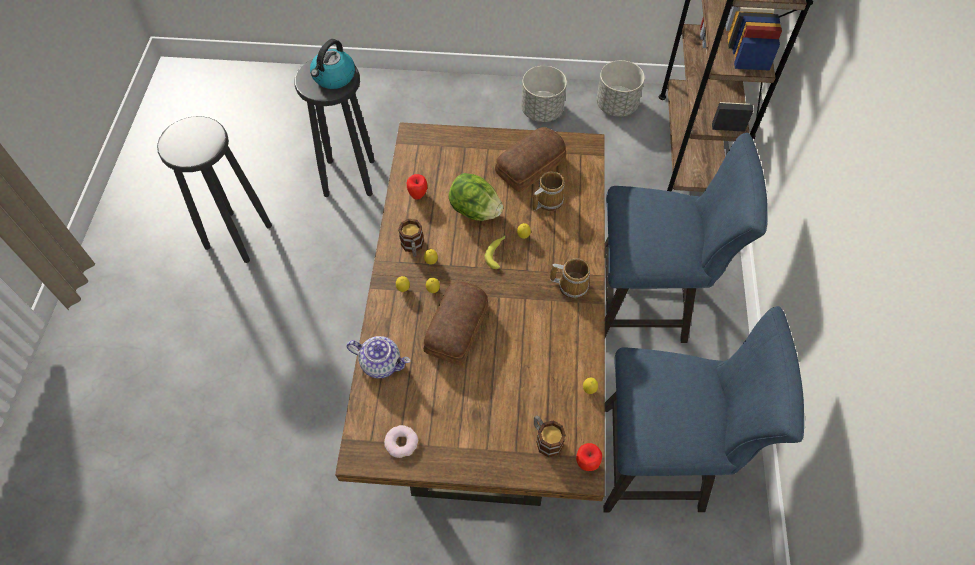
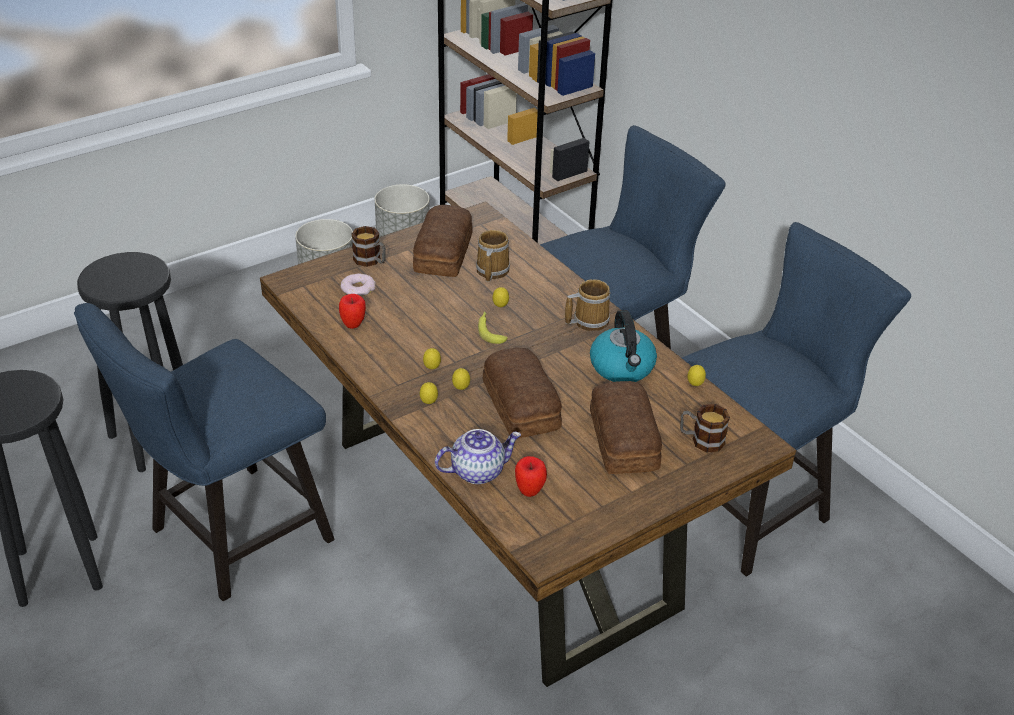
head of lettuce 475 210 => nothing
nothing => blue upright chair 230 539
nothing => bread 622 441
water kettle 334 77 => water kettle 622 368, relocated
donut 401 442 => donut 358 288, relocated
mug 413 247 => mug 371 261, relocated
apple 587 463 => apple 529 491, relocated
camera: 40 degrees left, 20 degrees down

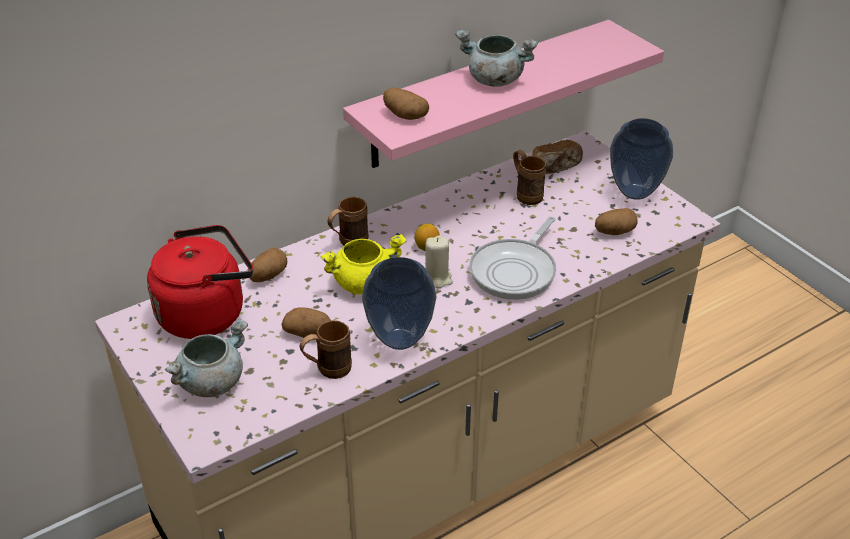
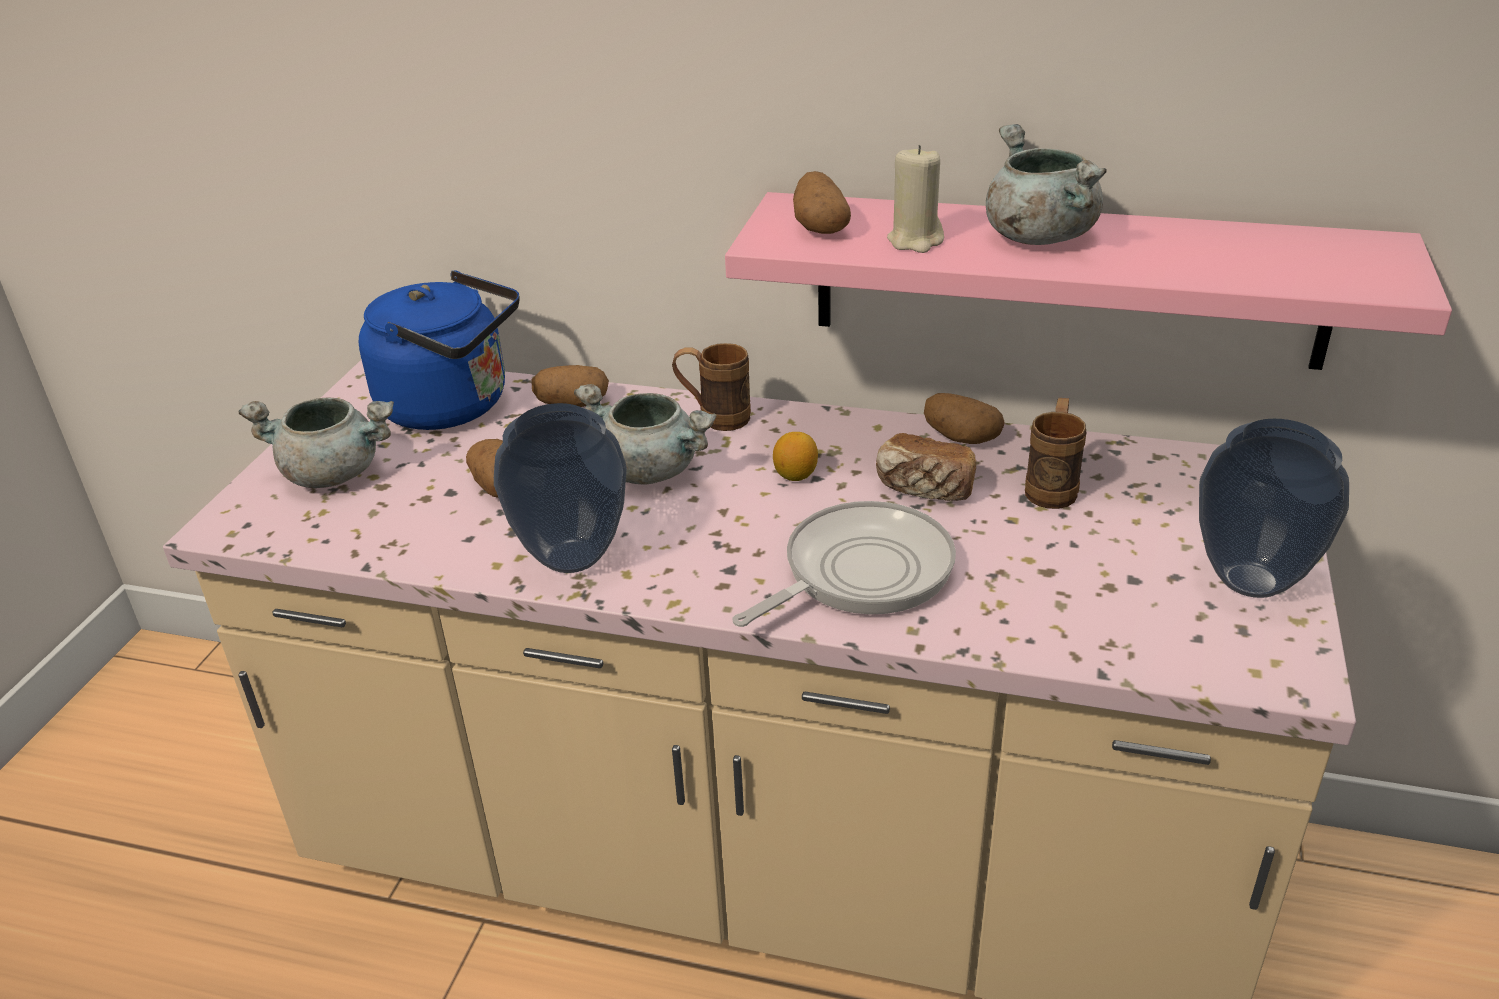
brown mug 327 370 => nothing
beige-coloured wax light 437 278 => beige-coloured wax light 915 241, relocated
bread 557 167 => bread 925 489, relocated
potato 614 232 => potato 960 438, relocated
red-coloured water kettle 206 313 => blue water kettle 453 406
yellowish stockpot 364 282 => greyish stockpot 652 470
pan 515 271 => pan 859 573, 150 degrees clockwise
camera: 50 degrees right, 5 degrees down

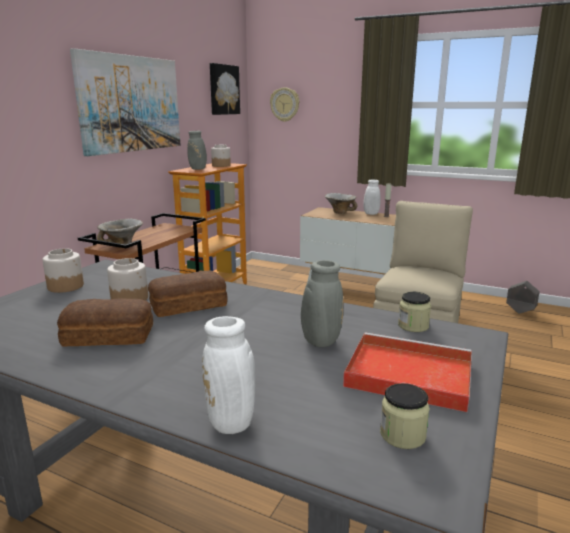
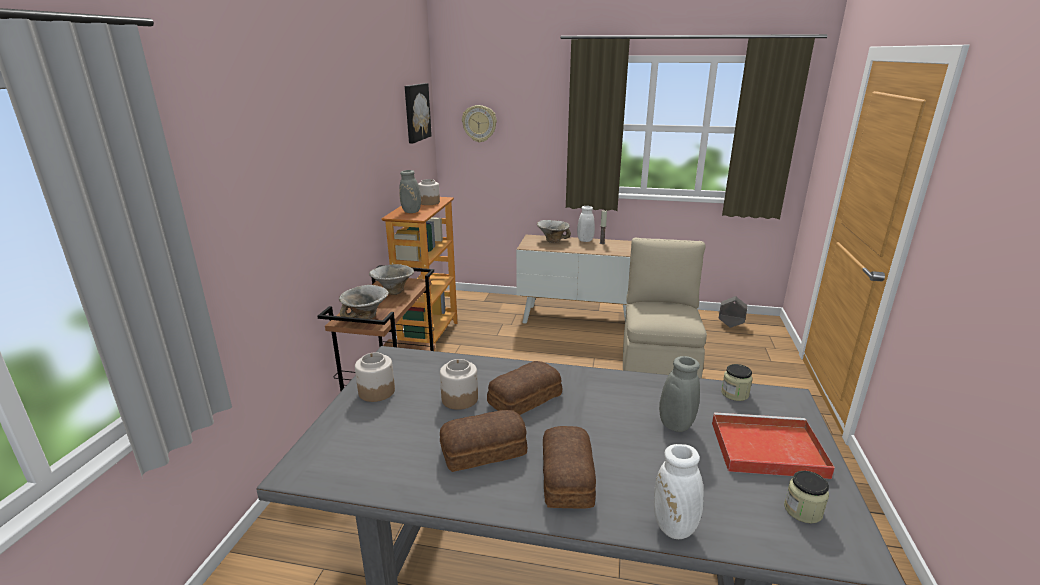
picture 131 104 => nothing
nothing => serving bowl 393 291
nothing => bread 565 478
camera: 15 degrees left, 5 degrees up

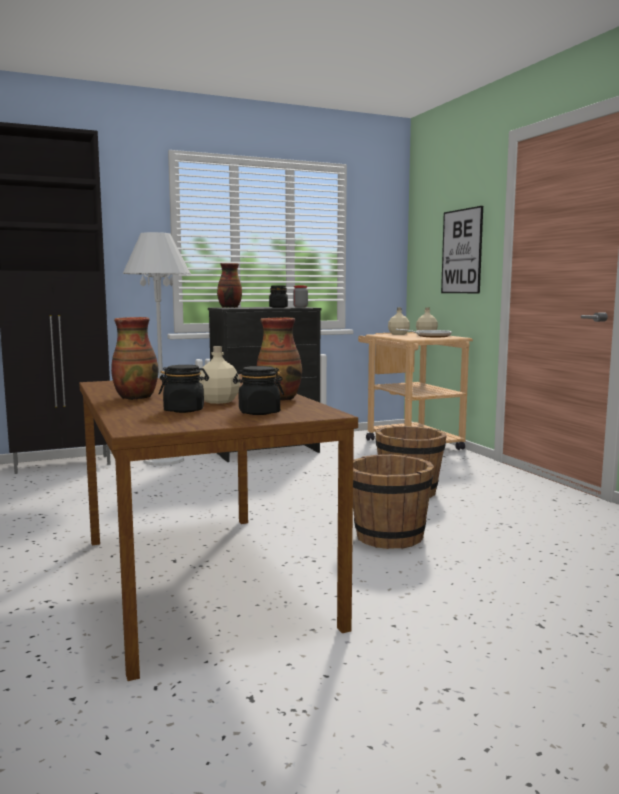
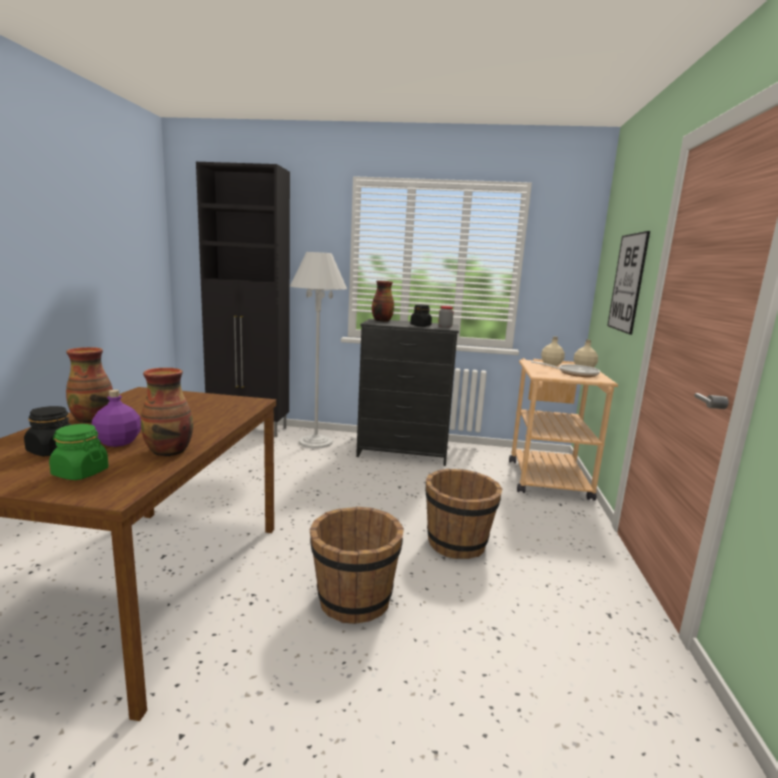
beige-coloured drink bottle 218 401 => purple drink bottle 118 442
black preserve jar 258 412 => greenish preserve jar 80 473
camera: 30 degrees right, 5 degrees up

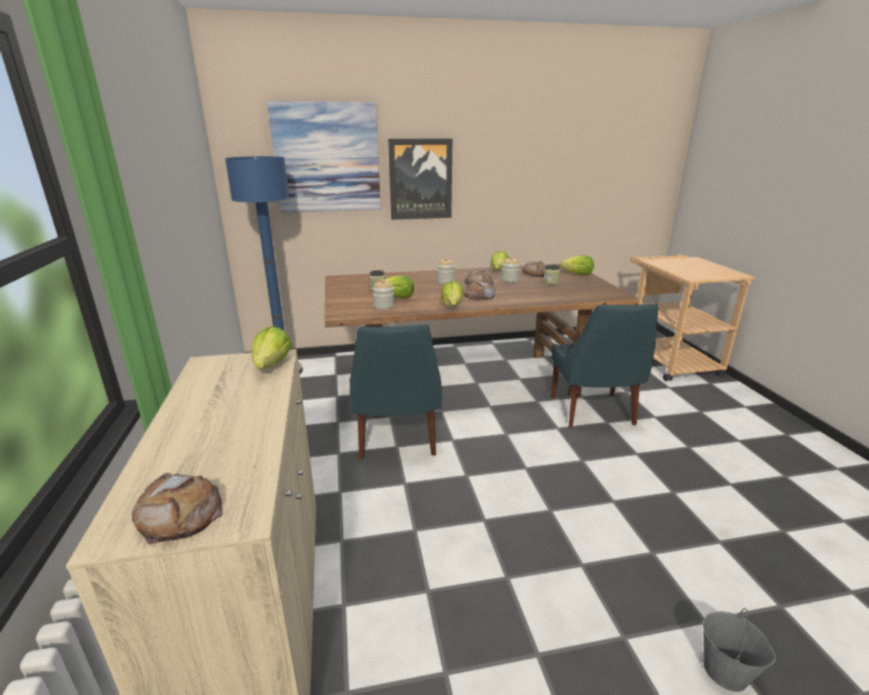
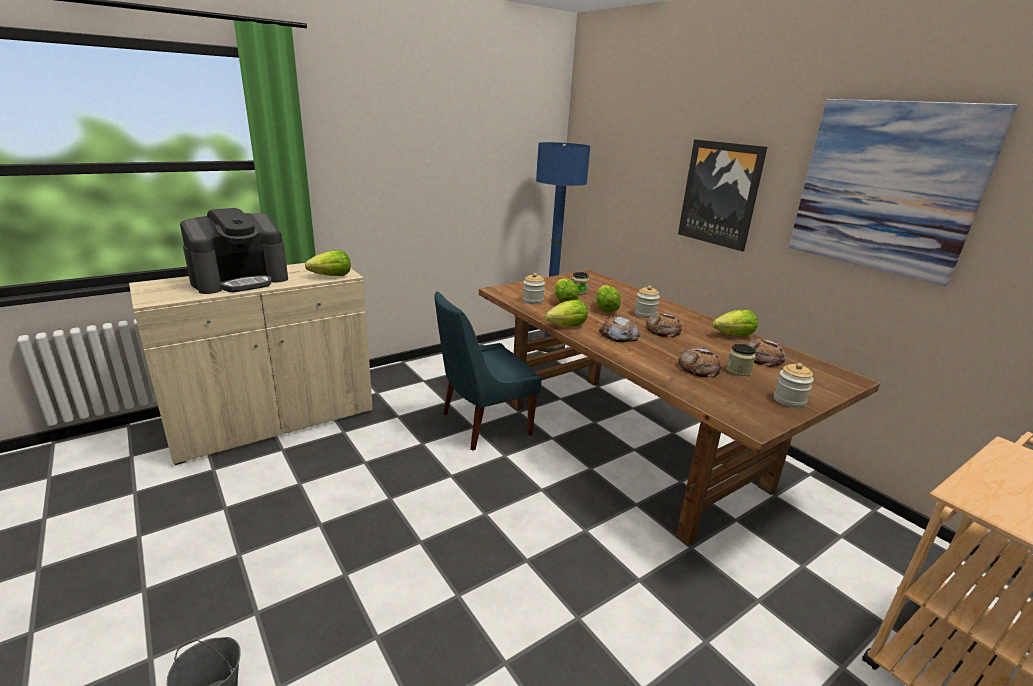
blue upright chair 593 412 => nothing
nothing => coffee brewer 240 280
bread 180 514 => bread 698 368, relocated
picture 327 158 => picture 886 187, relocated
preserve jar 509 280 => preserve jar 789 400, relocated
head of lettuce 577 274 => head of lettuce 605 309, relocated
camera: 65 degrees right, 0 degrees up

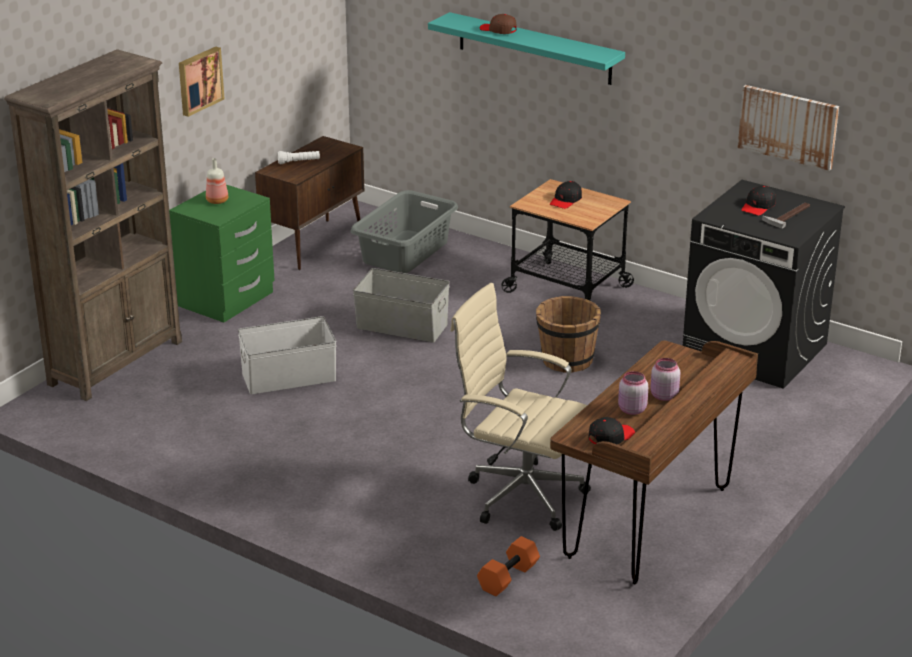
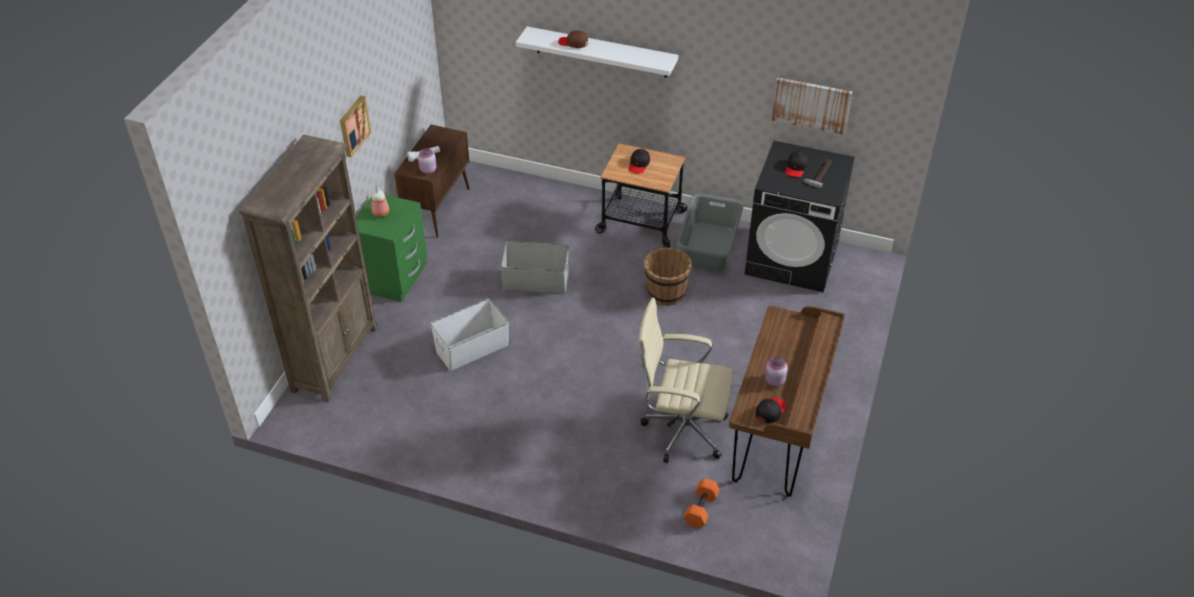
greyish hamper 406 252 => greyish hamper 709 246, relocated
pinkish preserve jar 663 396 => pinkish preserve jar 427 170, relocated
blue-green shelf 534 48 => white shelf 601 52
camera: 15 degrees left, 15 degrees up

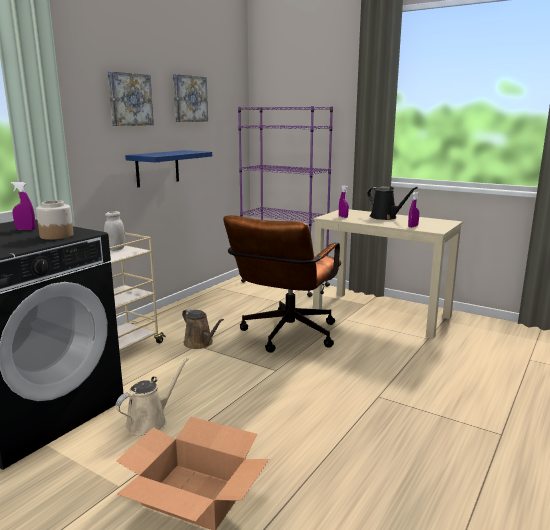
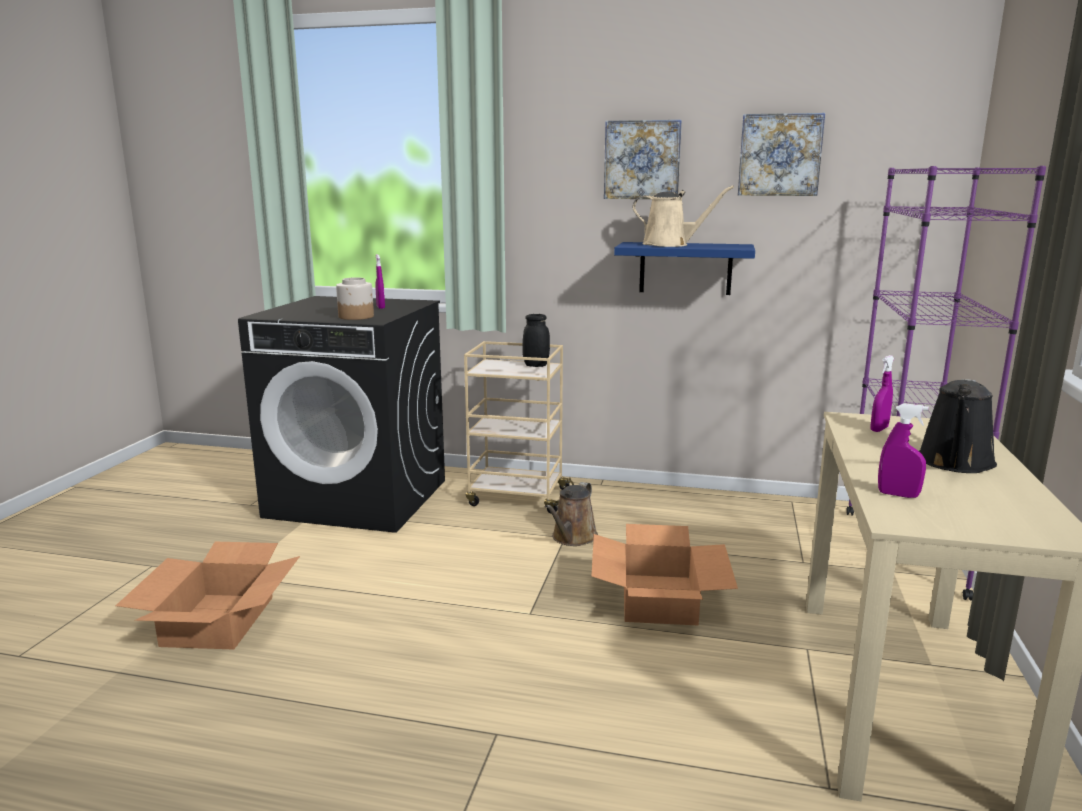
beige-coloured watering pot 150 422 => beige-coloured watering pot 670 245, relocated
brown office chair 285 336 => carton 659 599
white preserve jar 116 249 => black preserve jar 536 365
camera: 70 degrees right, 0 degrees up

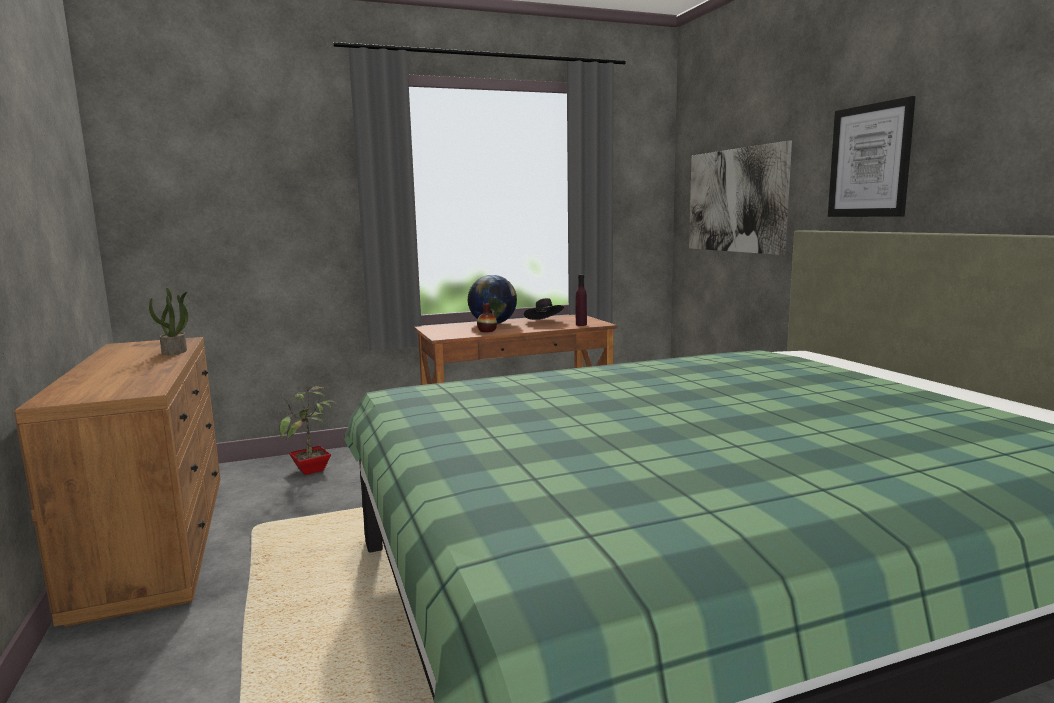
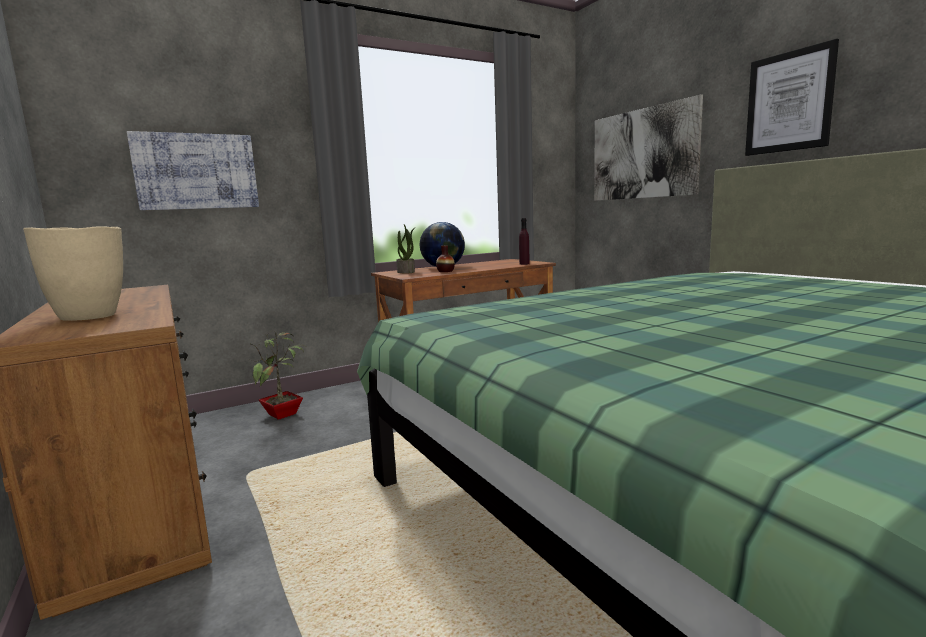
black hat 544 322 => nothing
nothing => beige-coloured flower vase 90 316
nothing => picture 196 171
houseplant 175 352 => houseplant 406 272, relocated
camera: 10 degrees left, 0 degrees up

